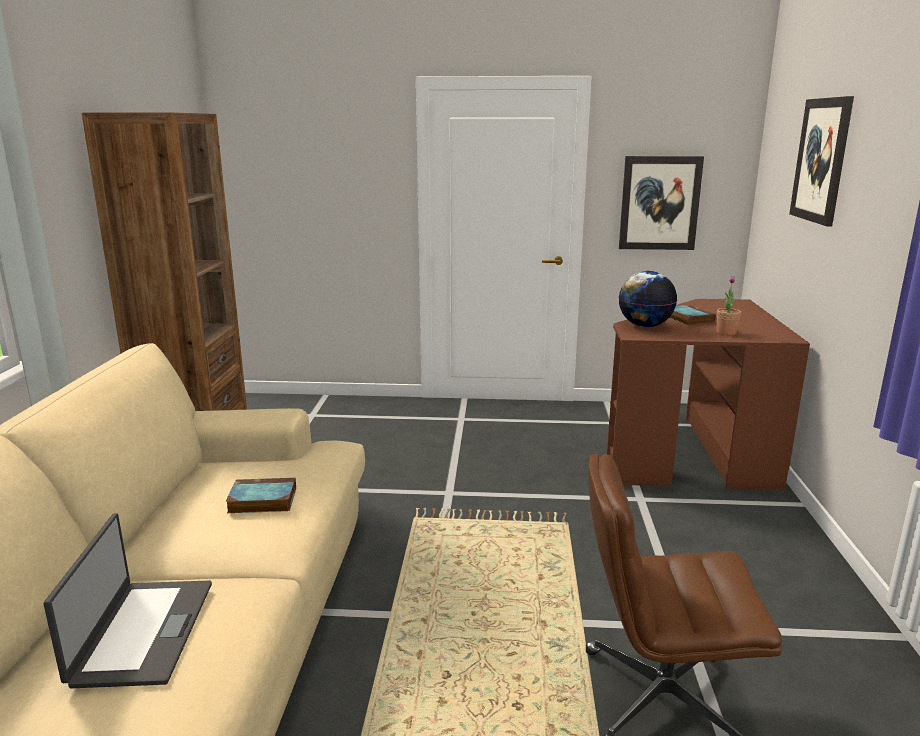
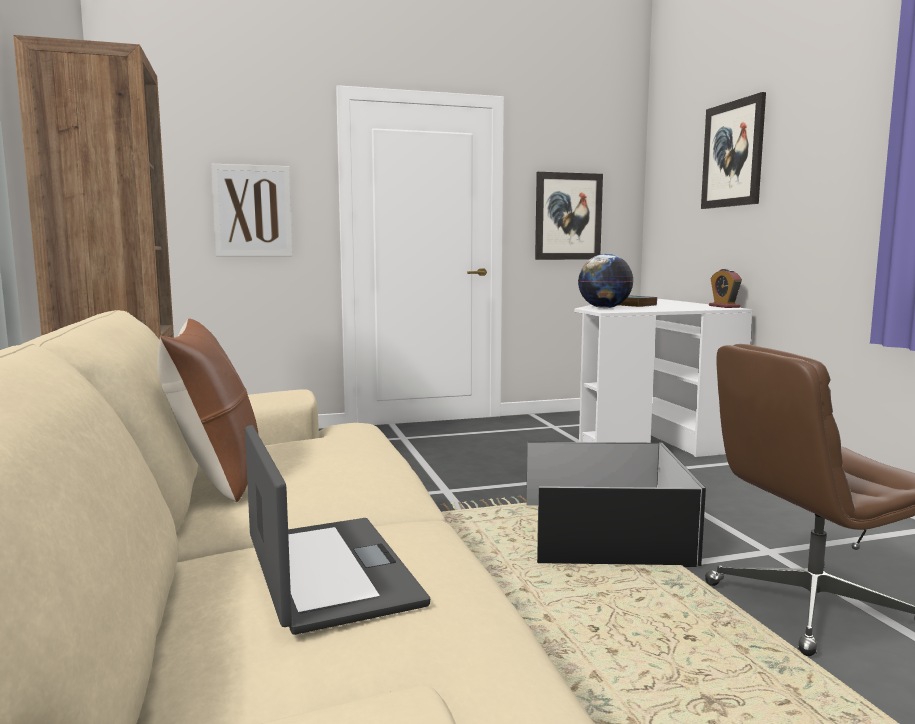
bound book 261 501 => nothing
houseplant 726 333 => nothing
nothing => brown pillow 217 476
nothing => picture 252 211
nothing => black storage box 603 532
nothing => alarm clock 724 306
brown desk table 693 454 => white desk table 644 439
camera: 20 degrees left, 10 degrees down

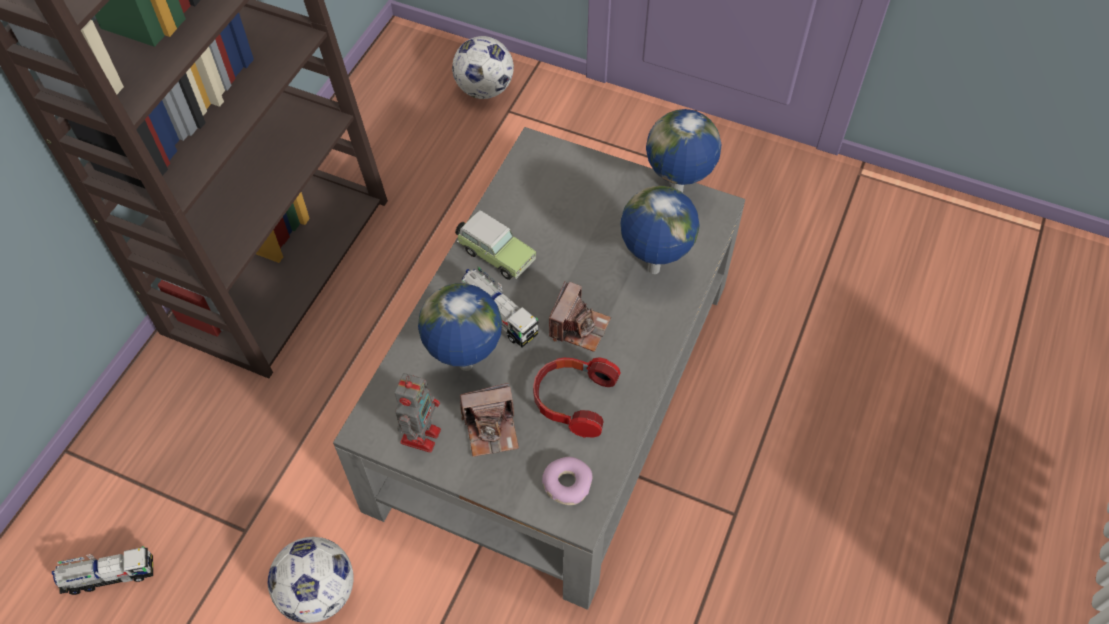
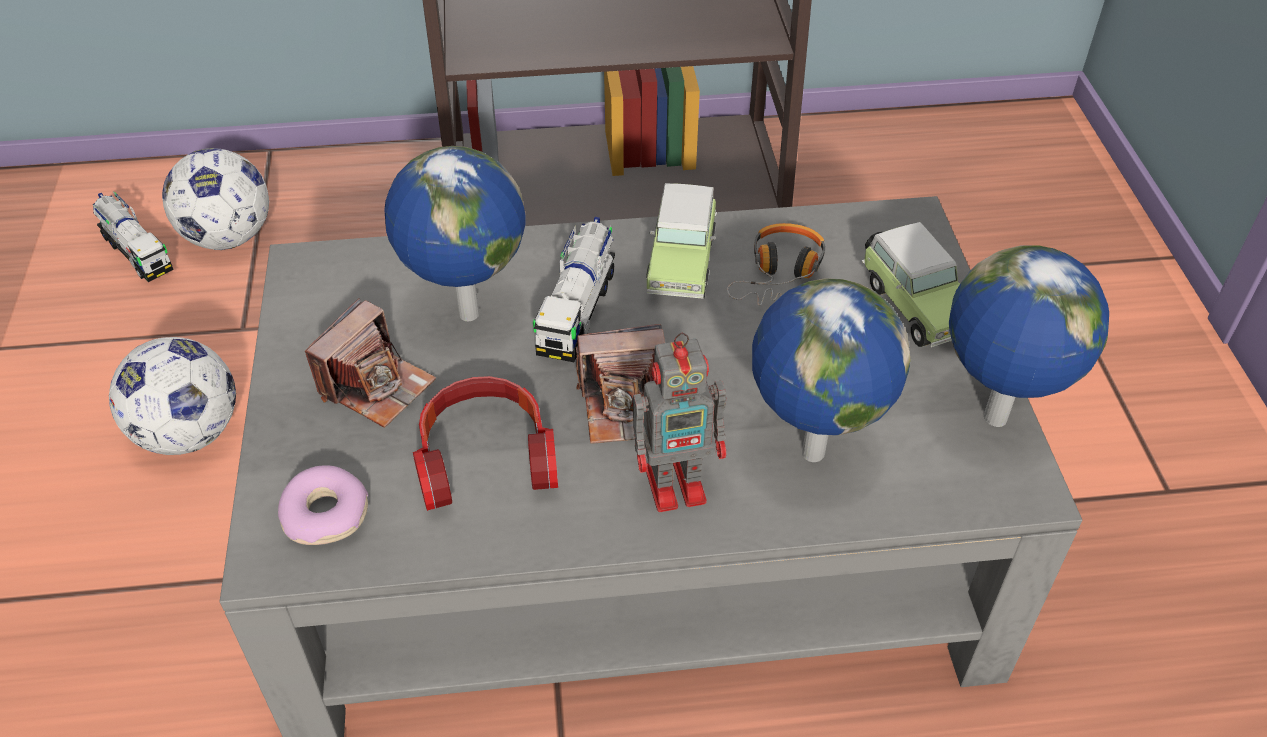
nothing => headset 783 278
nothing => toy car 914 305
model robot 421 434 => model robot 679 484, relocated
football ball 484 89 => football ball 229 237, relocated
photo camera 491 429 => photo camera 376 386, 105 degrees counterclockwise
camera: 60 degrees right, 10 degrees down

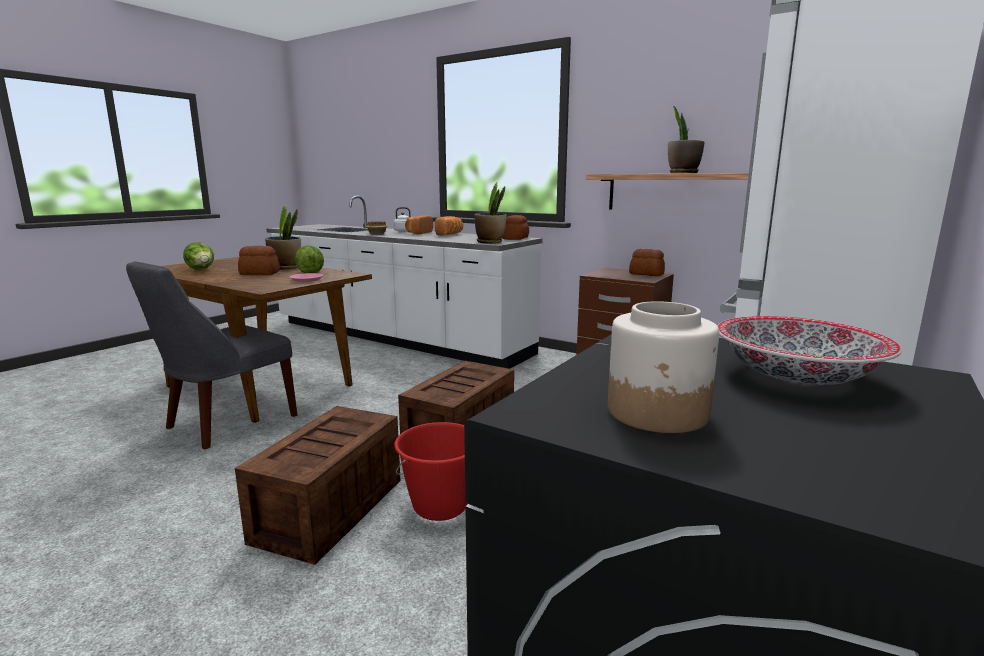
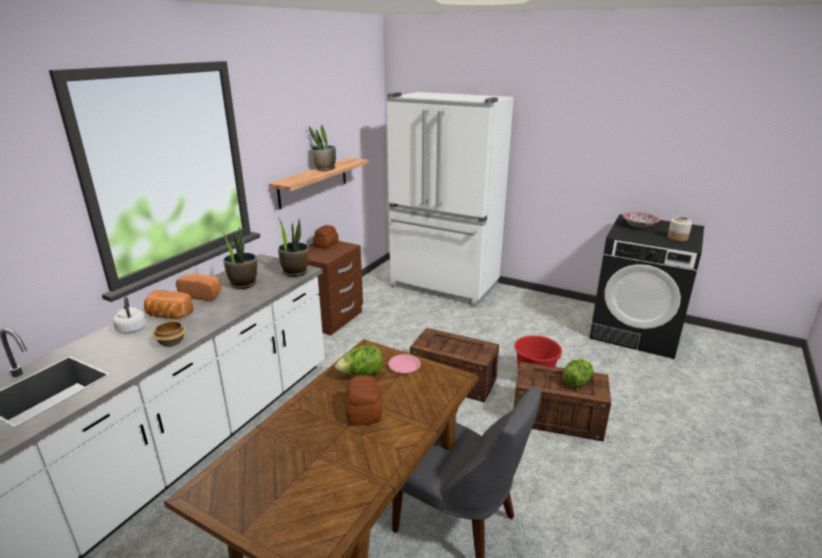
bread 515 238 => nothing
head of lettuce 201 270 => head of lettuce 577 382, relocated
houseplant 286 267 => houseplant 243 284, relocated
camera: 95 degrees left, 10 degrees up

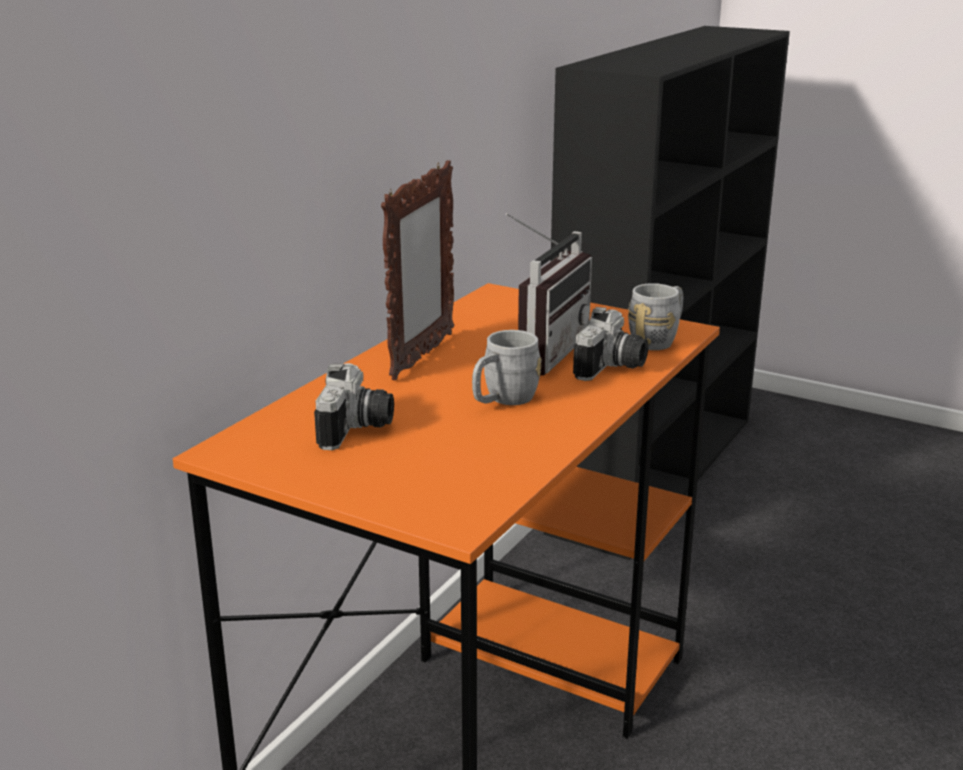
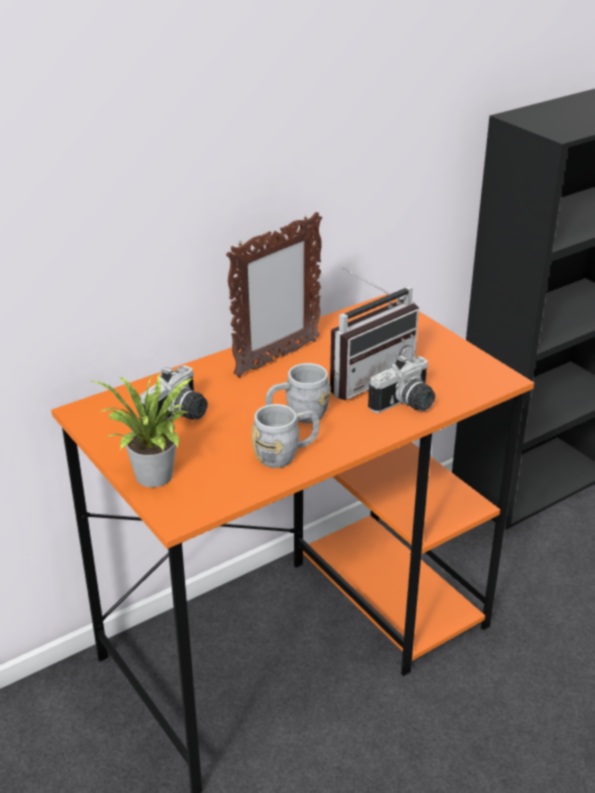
nothing => houseplant 152 479
greyish mug 658 340 => greyish mug 286 454, relocated
camera: 25 degrees right, 10 degrees up

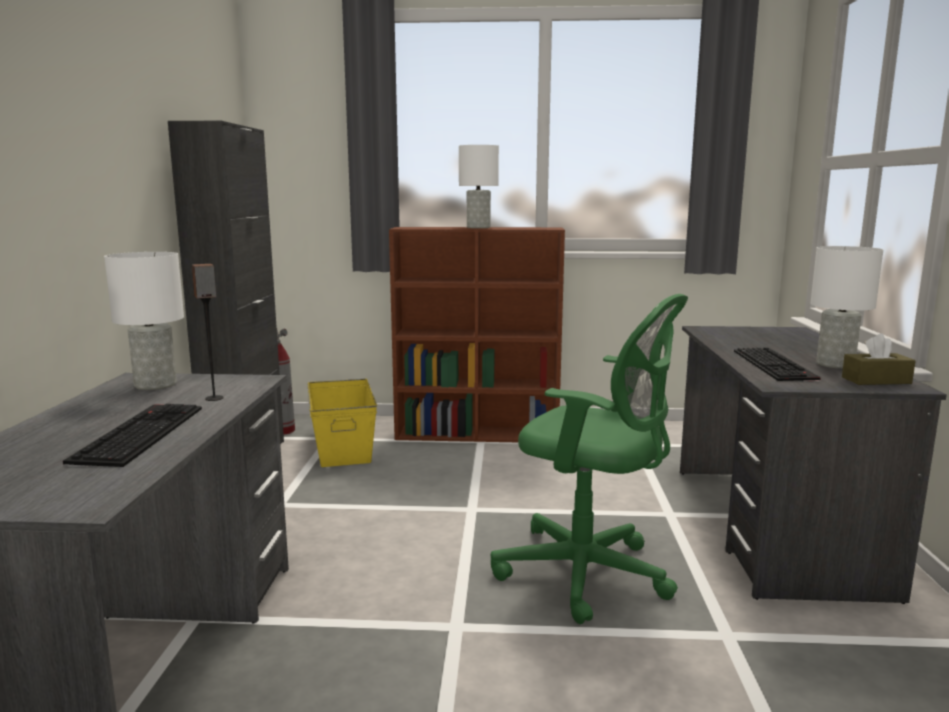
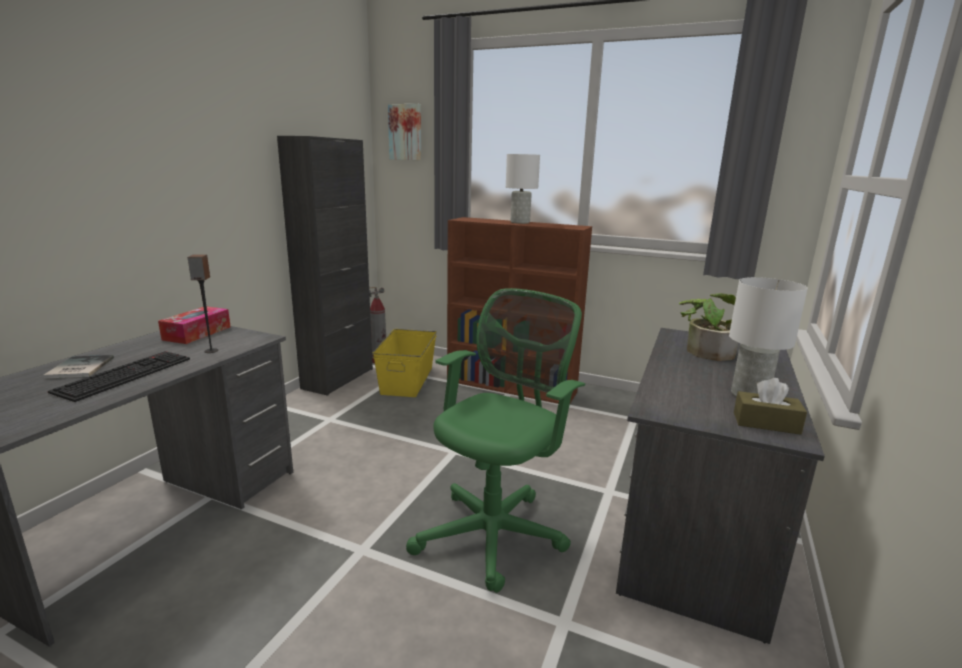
computer keyboard 775 365 => nothing
nothing => bound book 78 368
nothing => picture 406 132
nothing => houseplant 705 350
white tabletop lamp 156 385 => box of tissues 197 333
greenish office chair 589 575 => greenish office chair 495 532, 105 degrees counterclockwise
camera: 20 degrees right, 5 degrees up

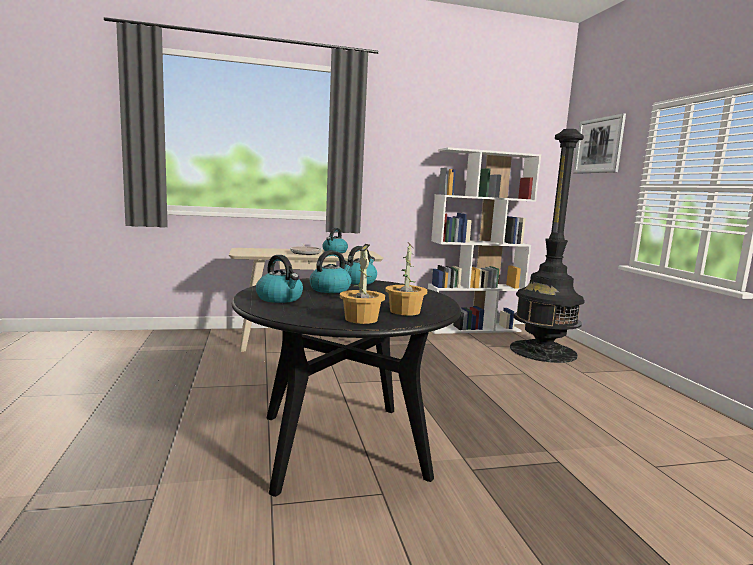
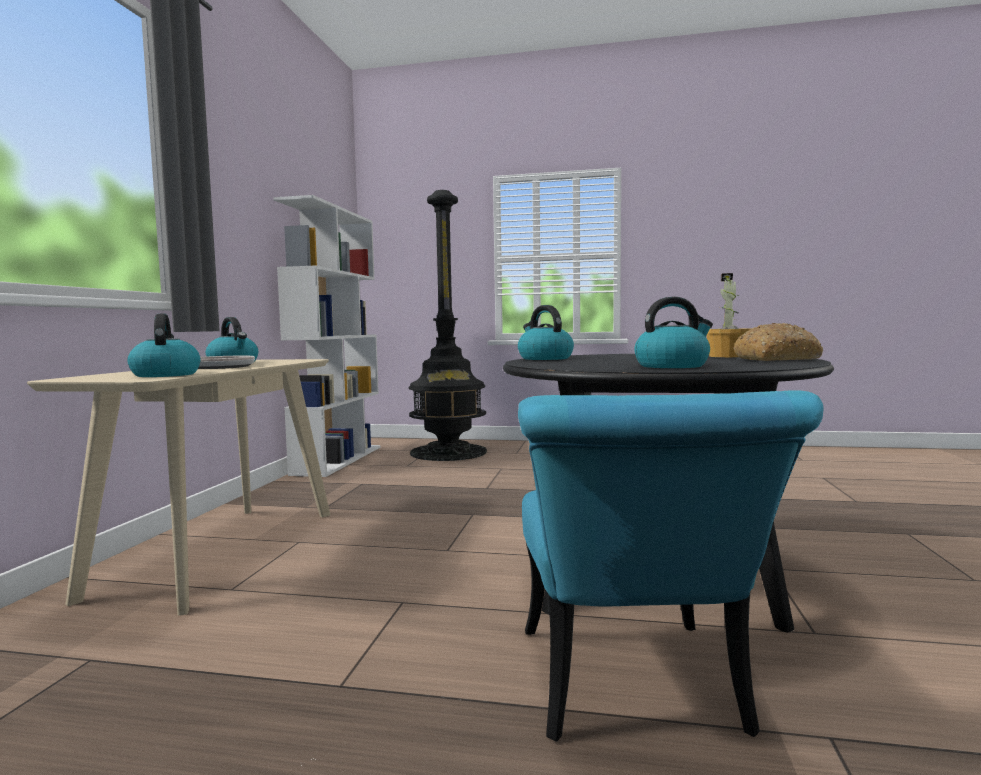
picture 599 145 => nothing
nothing => blue-green upright chair 635 694
water kettle 330 289 => water kettle 165 375, relocated
houseplant 362 319 => bread 777 359
camera: 65 degrees left, 5 degrees down

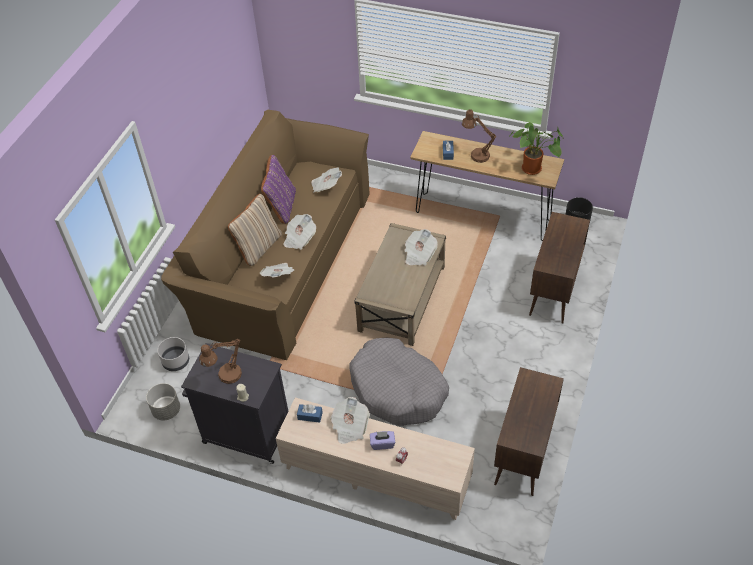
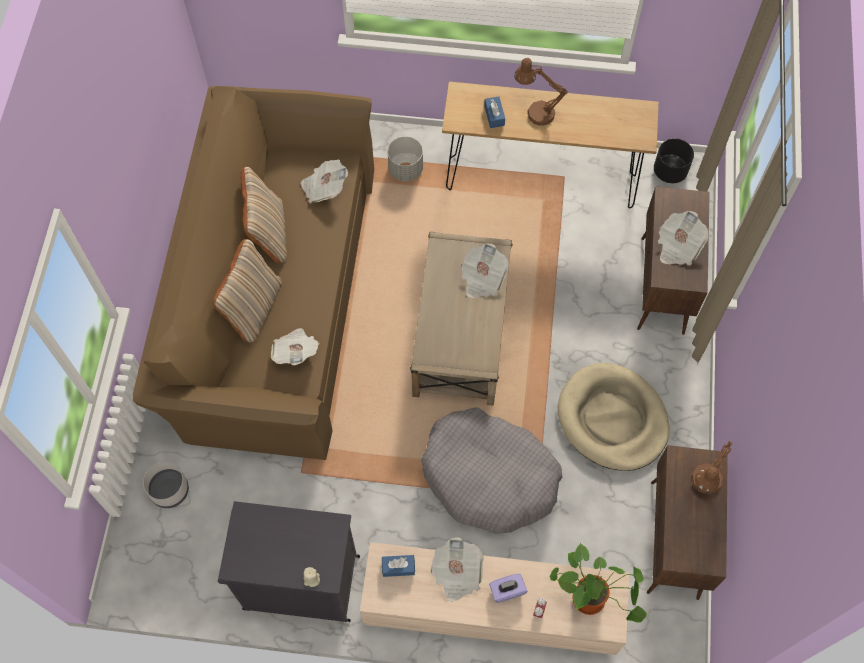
nothing => beige-coloured dog bed 612 419
greyish planter 166 410 => greyish planter 405 169, relocated
brown tabletop lamp 226 377 => brown tabletop lamp 702 485, relocated
printed paper 299 238 => printed paper 678 246, relocated
houseplant 534 169 => houseplant 592 598, relocated
purple pillow 281 207 => beige-coloured pillow 268 234
camera: 15 degrees left, 15 degrees up

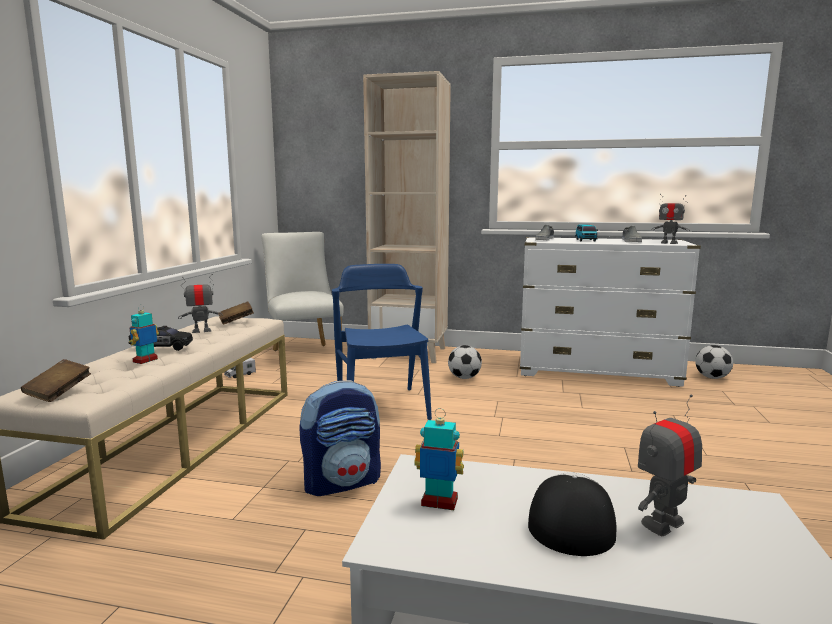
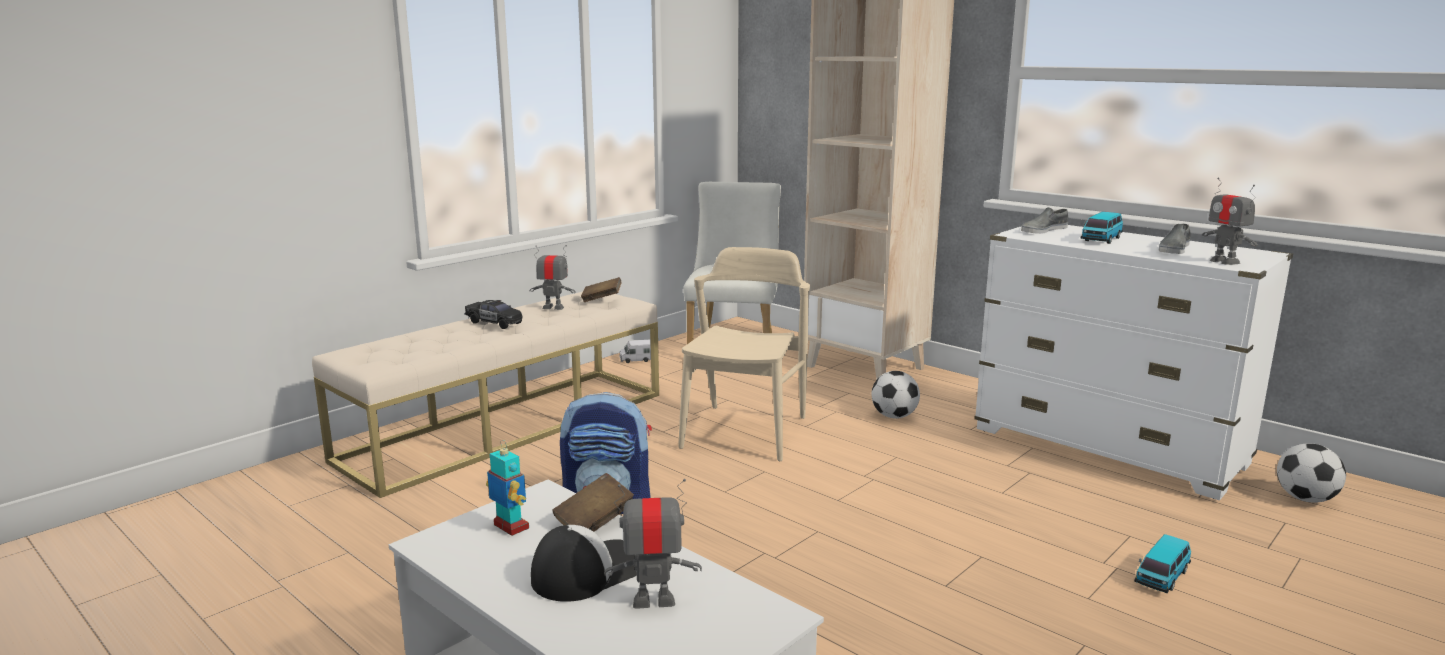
model robot 145 360 => nothing
nothing => toy car 1161 577
brown bound book 58 393 => brown bound book 594 522, relocated
blue upright chair 382 406 => beige-coloured upright chair 745 432
camera: 30 degrees right, 5 degrees up

